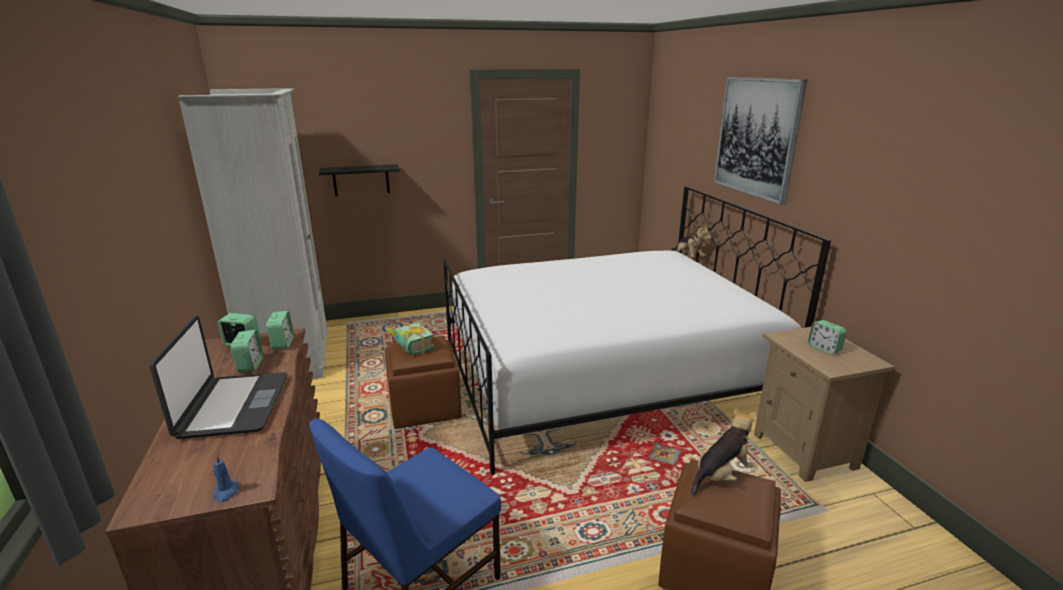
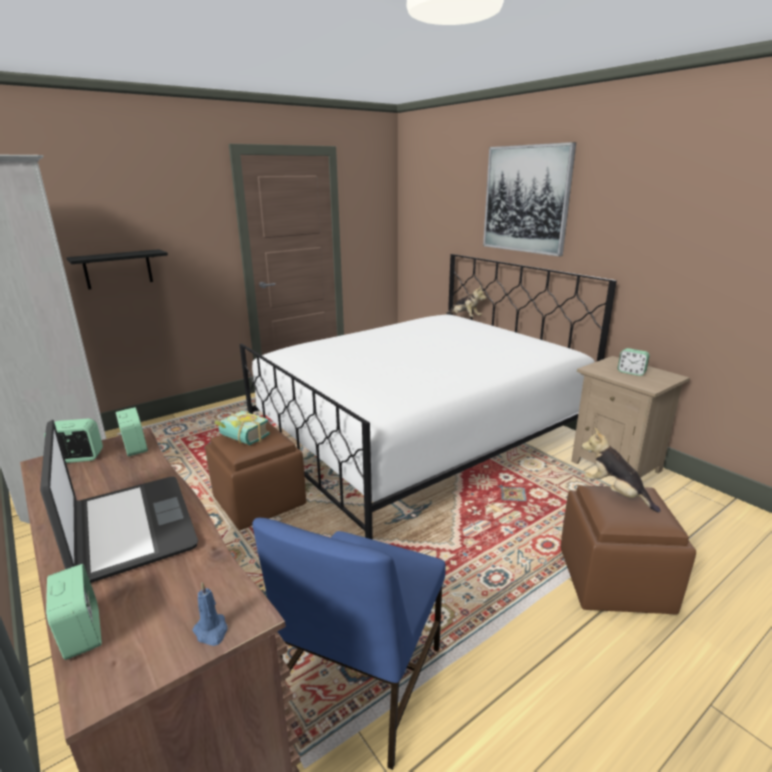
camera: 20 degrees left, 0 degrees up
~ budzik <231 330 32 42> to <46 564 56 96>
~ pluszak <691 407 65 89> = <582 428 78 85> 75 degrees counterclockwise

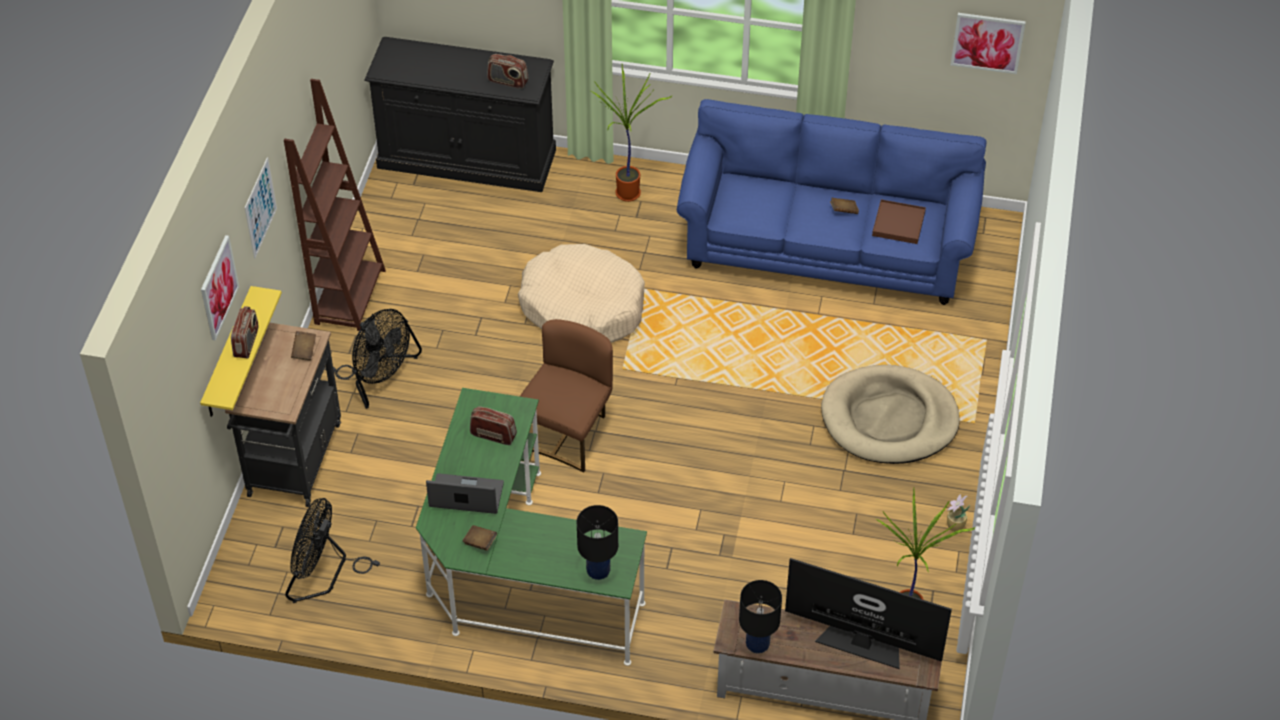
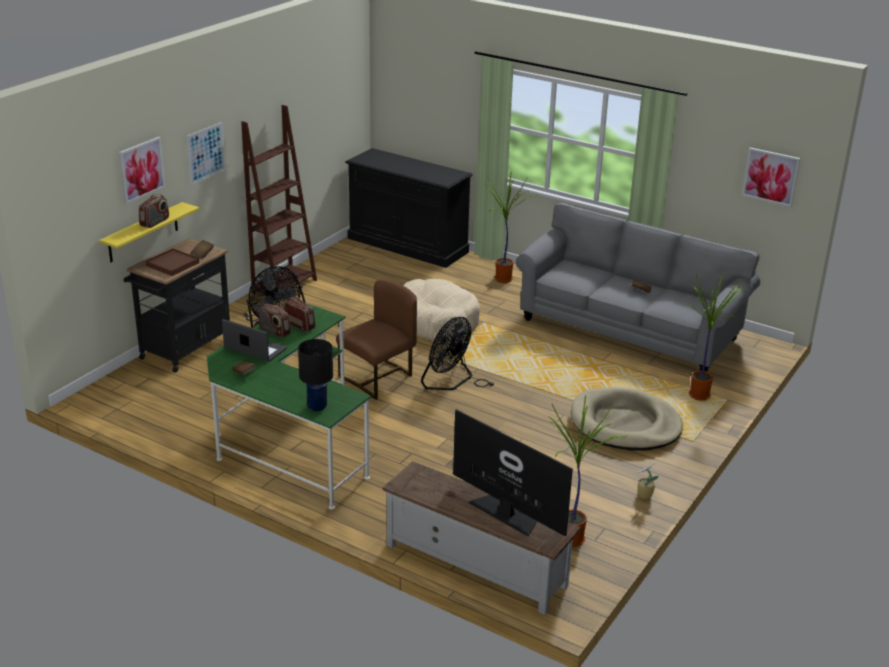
camera: 20 degrees right, 20 degrees down
- lampa stołowa (czarny) <739 580 43 73>
+ roślina doniczkowa <684 272 60 129>
~ wentylator (czarny) <285 498 96 105> to <421 317 73 73>
~ radio <487 54 41 35> to <259 303 32 35>
~ taca (brązowy) <872 199 54 45> to <145 249 54 27>
~ kanapa (niebieski) <677 99 310 206> to kanapa (szary) <516 202 244 170>

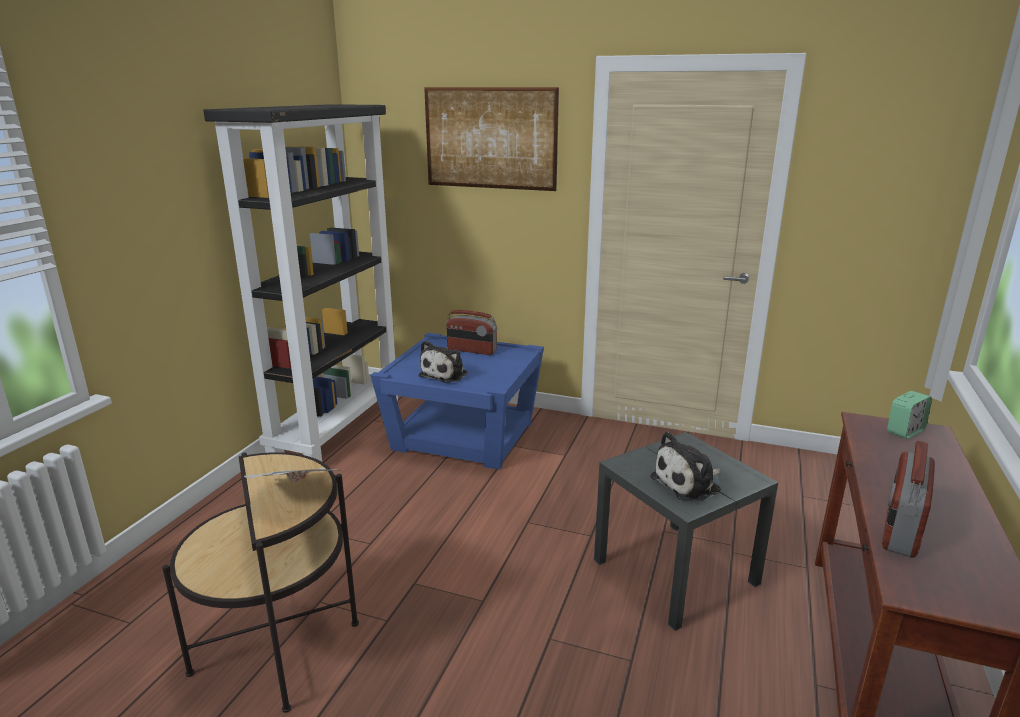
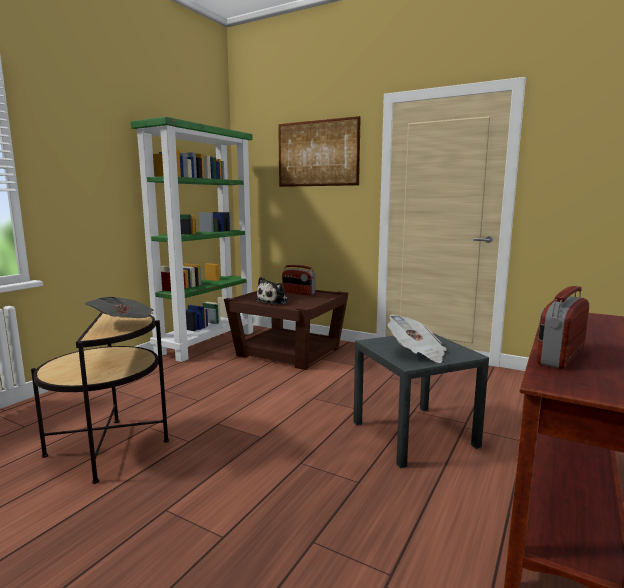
camera: 10 degrees right, 10 degrees down
- budzik <887 391 45 48>
~ pluszak <650 432 71 70> to gazeta <387 314 59 49>
~ regał (czarny) <203 104 195 358> to regał (zielony) <131 117 124 245>
~ stolik (niebieski) <370 333 174 137> to stolik (brązowy) <224 290 124 80>

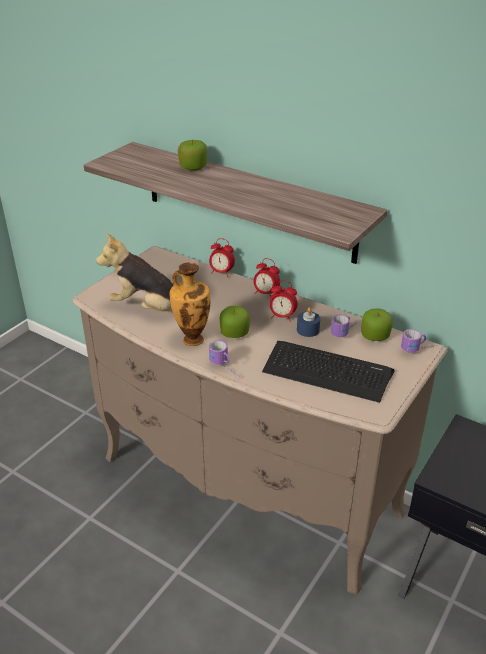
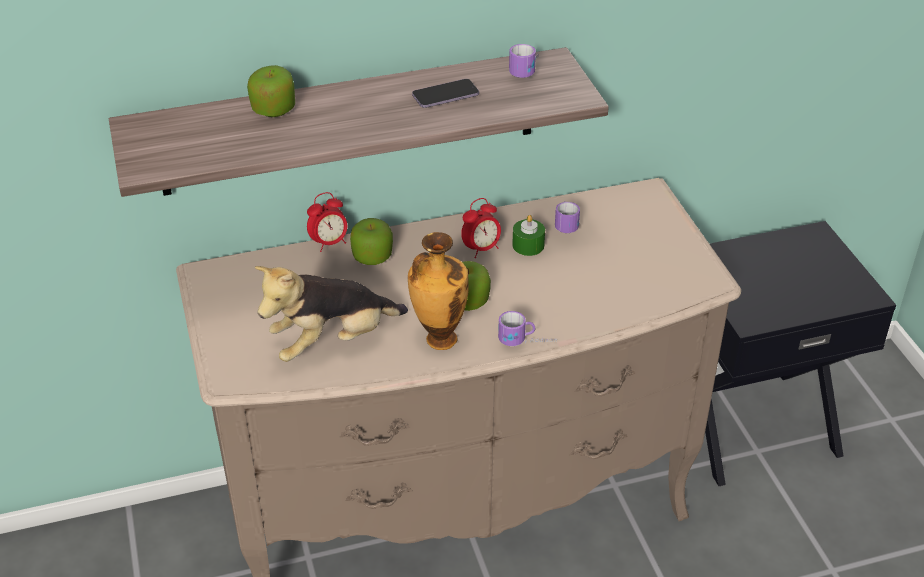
camera: 50 degrees left, 5 degrees up
- budzik <254 258 26 39>
- klawiatura <262 341 133 62>
+ telefon <412 79 67 29>
~ jabłko <361 309 32 32> to <350 218 43 47>
~ kubek <401 329 37 24> to <509 44 29 34>
~ świeca (niebieski) <297 307 23 30> to świeca (zielony) <512 215 33 41>

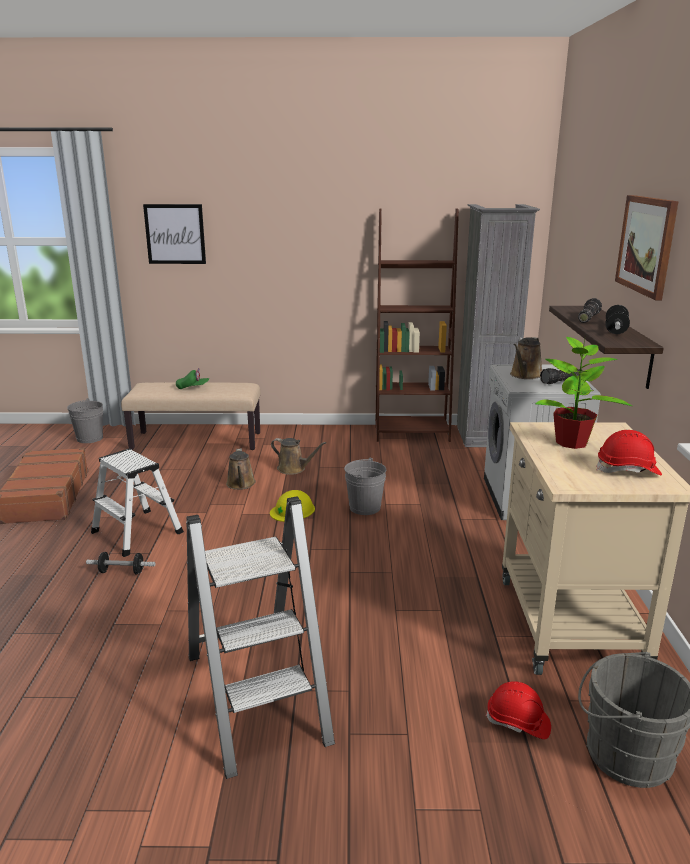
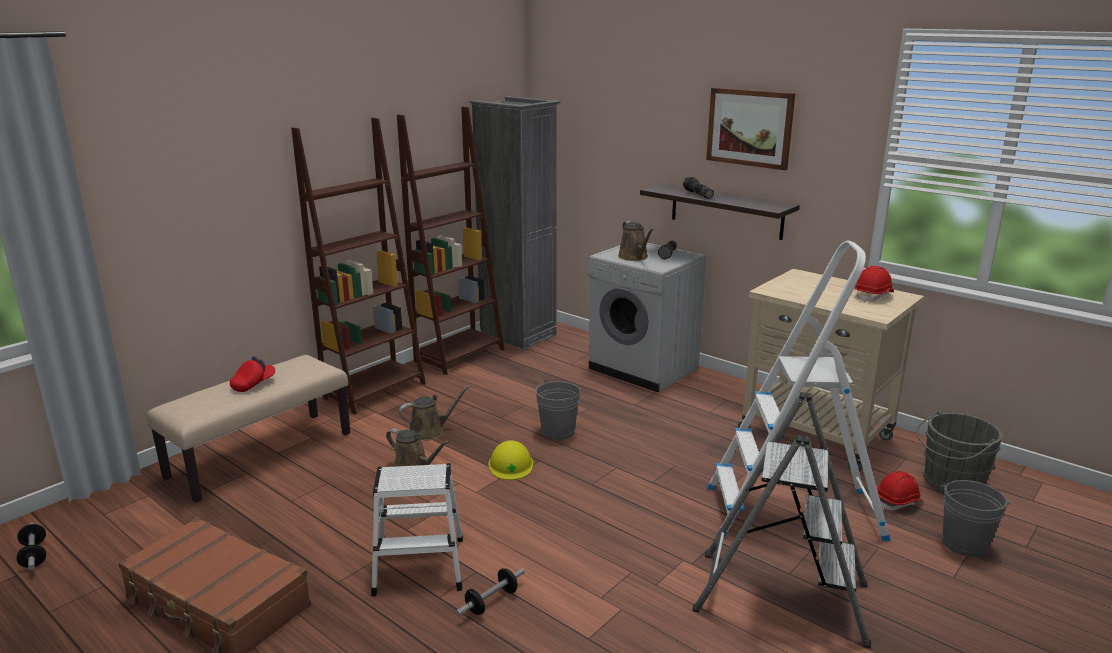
camera: 50 degrees left, 0 degrees up
- obraz <143 204 63 60>
- roślina doniczkowa <535 336 97 113>
+ regał (brązowy) <291 118 135 297>
+ drabinka (biały) <707 241 184 300>
~ wiadro (szary) <67 398 36 45> to <940 480 72 77>
~ hantel <606 305 24 29> to <17 523 29 47>
~ czapka z daszkiem (zielony) <176 368 33 21> to czapka z daszkiem (czerwony) <230 356 45 36>

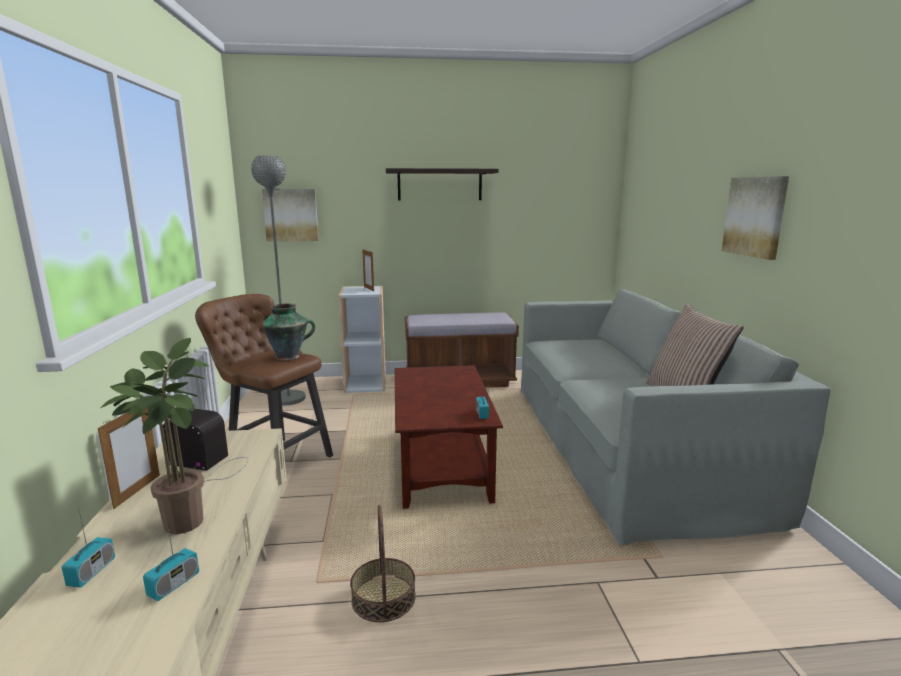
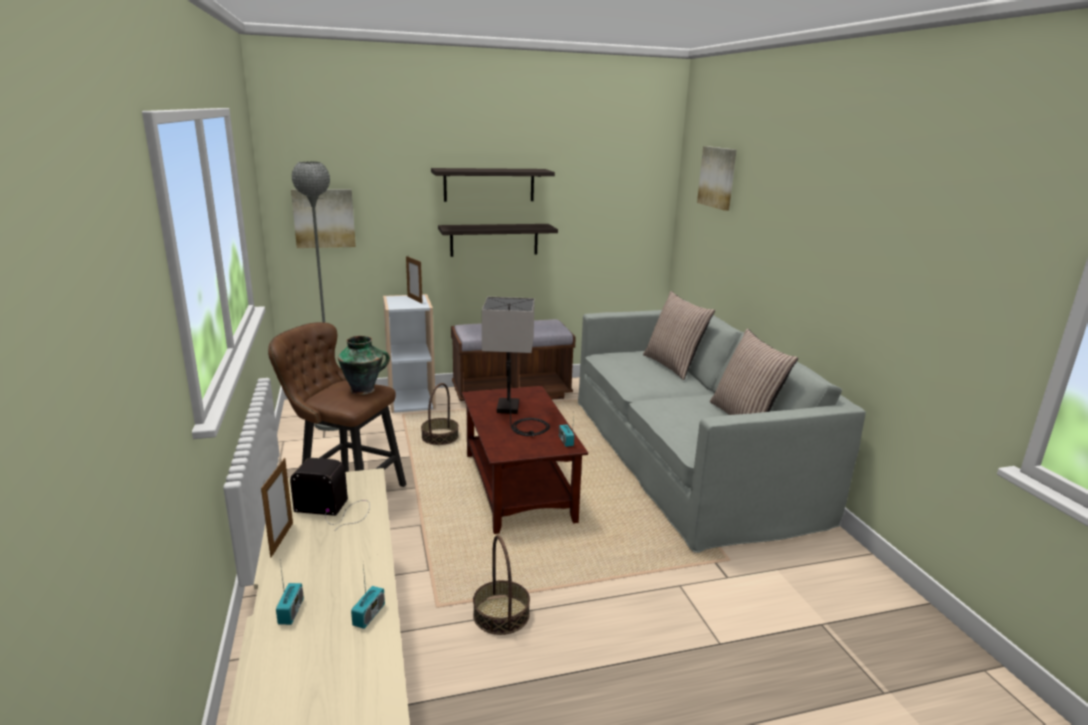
camera: 10 degrees left, 5 degrees up
- roślina doniczkowa <101 338 108 196>
+ koszyk <421 383 38 62>
+ półka <438 224 120 33>
+ lampa stołowa <482 297 68 140>
+ poduszka <643 291 72 89>
~ obraz <722 176 67 84> to <697 146 40 65>

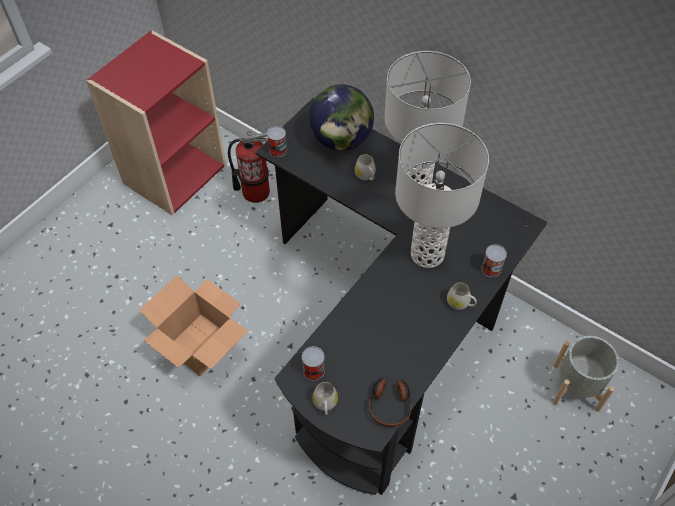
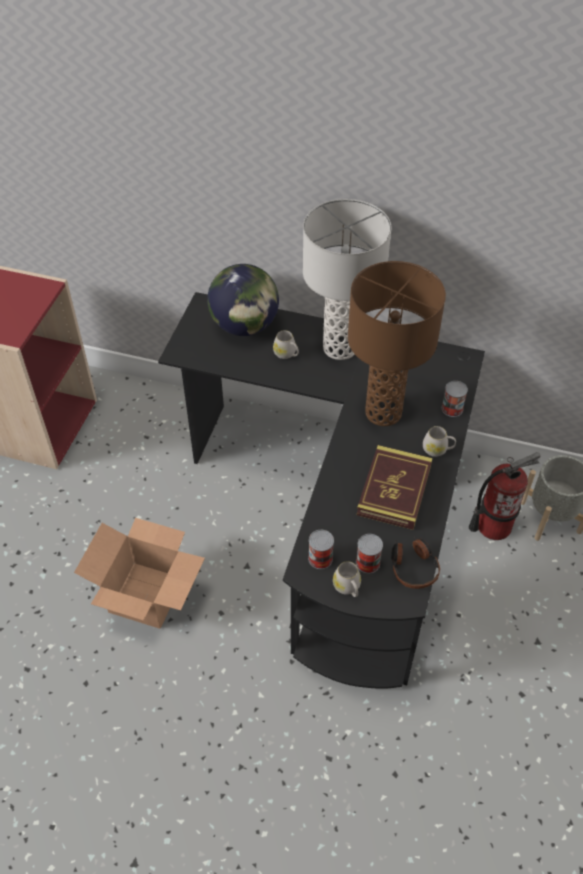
camera: 20 degrees left, 5 degrees down
+ książka <357 445 75 85>
~ gaśnica <228 131 42 72> to <469 452 71 88>
~ puszka <267 126 20 31> to <356 534 27 39>
~ lampa stołowa (biały) <395 123 94 145> to lampa stołowa (brązowy) <348 261 98 165>

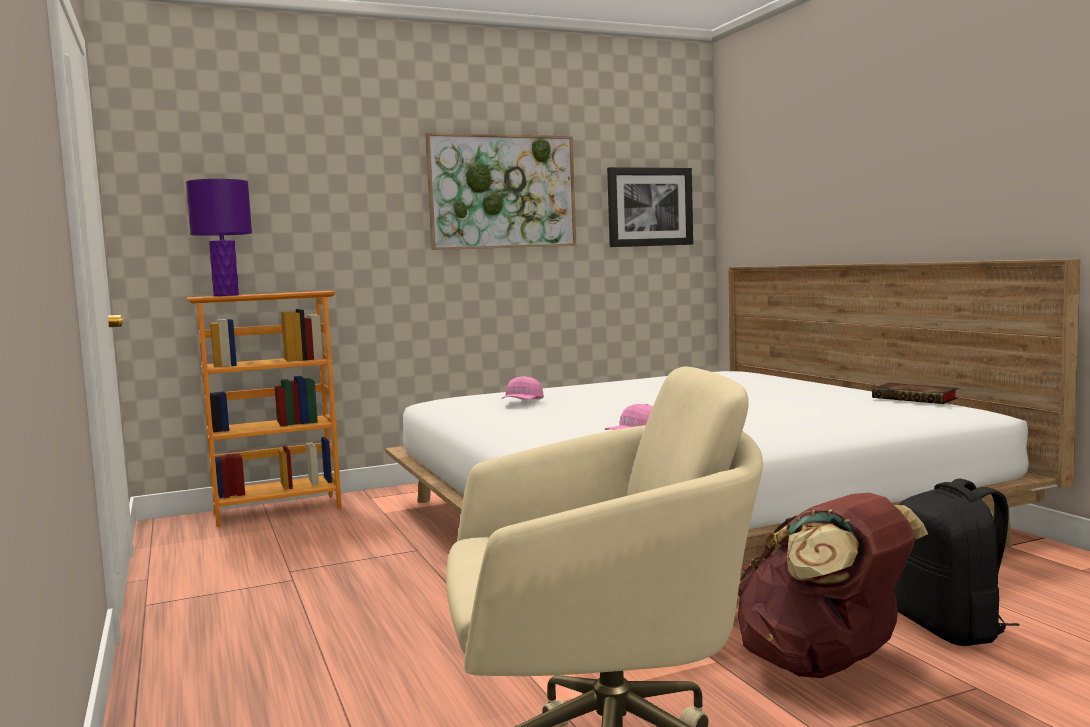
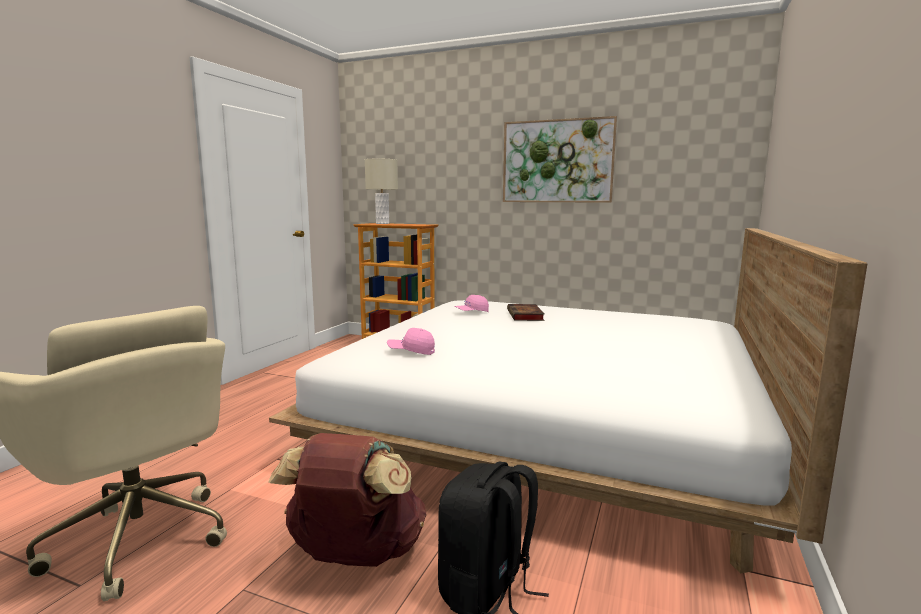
camera: 45 degrees right, 5 degrees up
- obraz <607 167 86 80>
~ książka <872 383 86 21> to <507 304 38 17>
~ lampa stołowa (fioletowy) <186 179 66 117> to lampa stołowa (beżowy) <365 159 33 65>

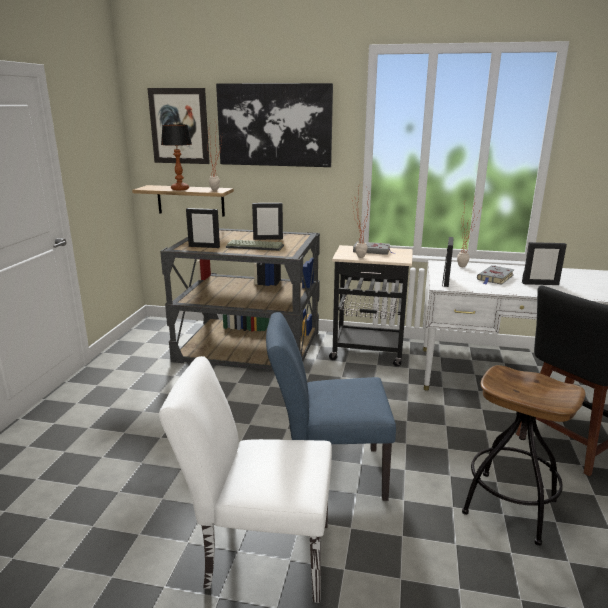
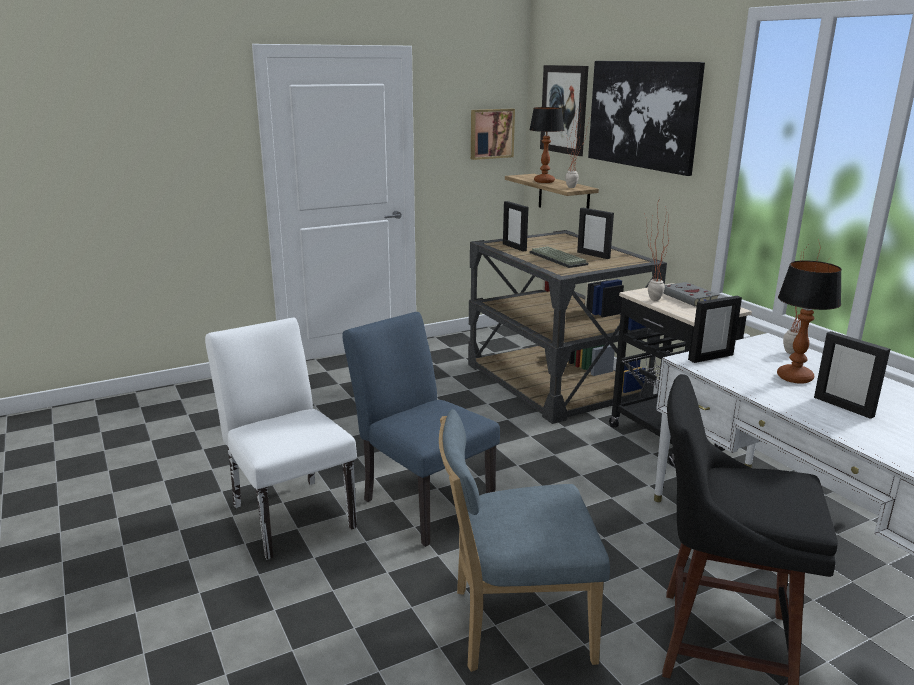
camera: 50 degrees right, 0 degrees up
+ obraz <471 109 44 51>
~ stołek (brązowy) <462 365 123 181> to krzesło (niebieski) <439 409 171 263>
~ książka (szary) <477 265 38 20> to lampa stołowa <777 260 65 124>

